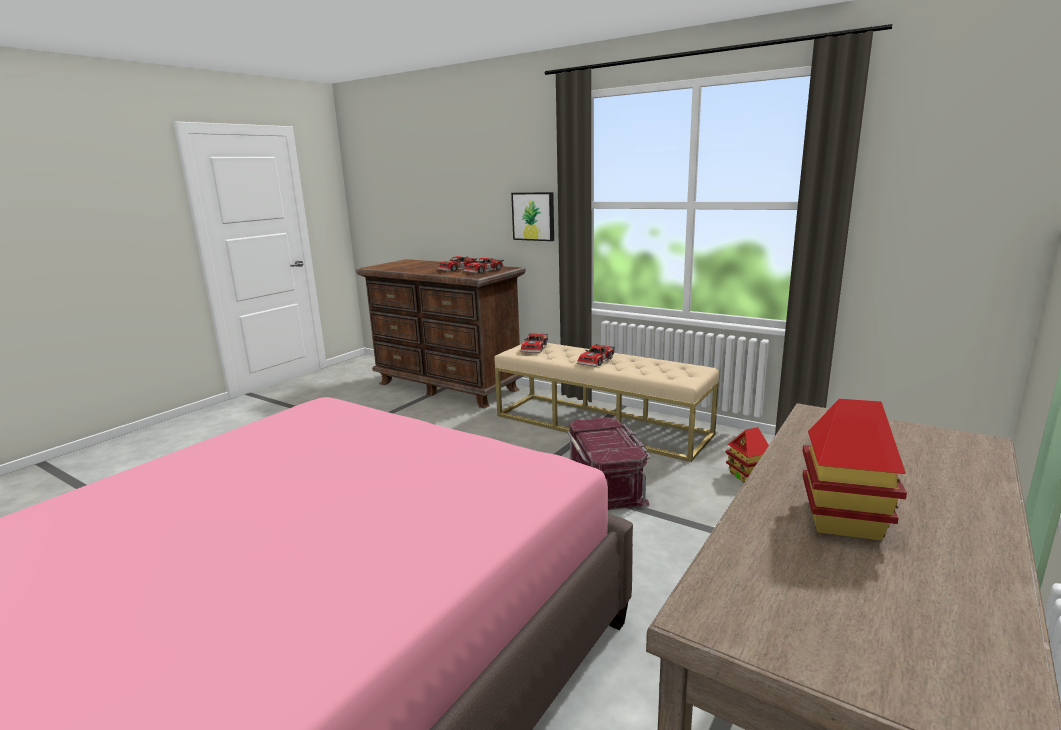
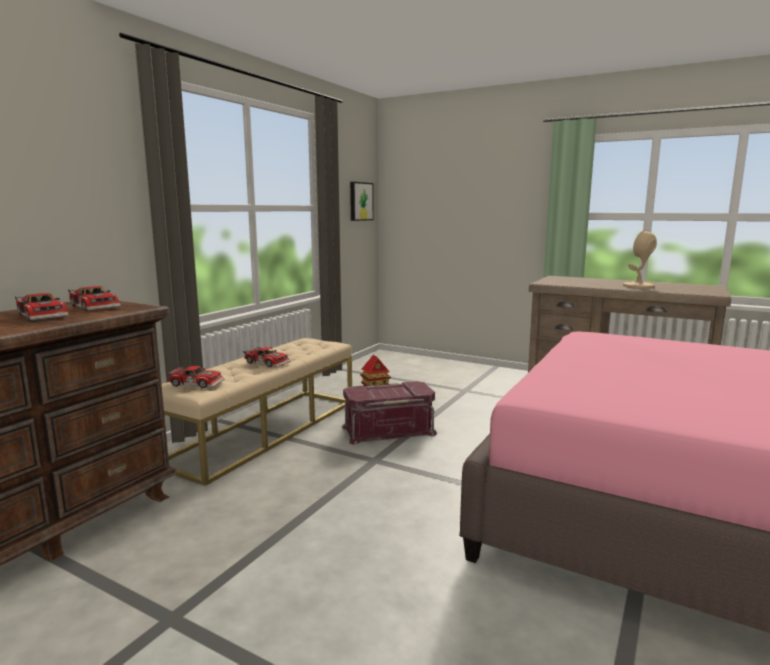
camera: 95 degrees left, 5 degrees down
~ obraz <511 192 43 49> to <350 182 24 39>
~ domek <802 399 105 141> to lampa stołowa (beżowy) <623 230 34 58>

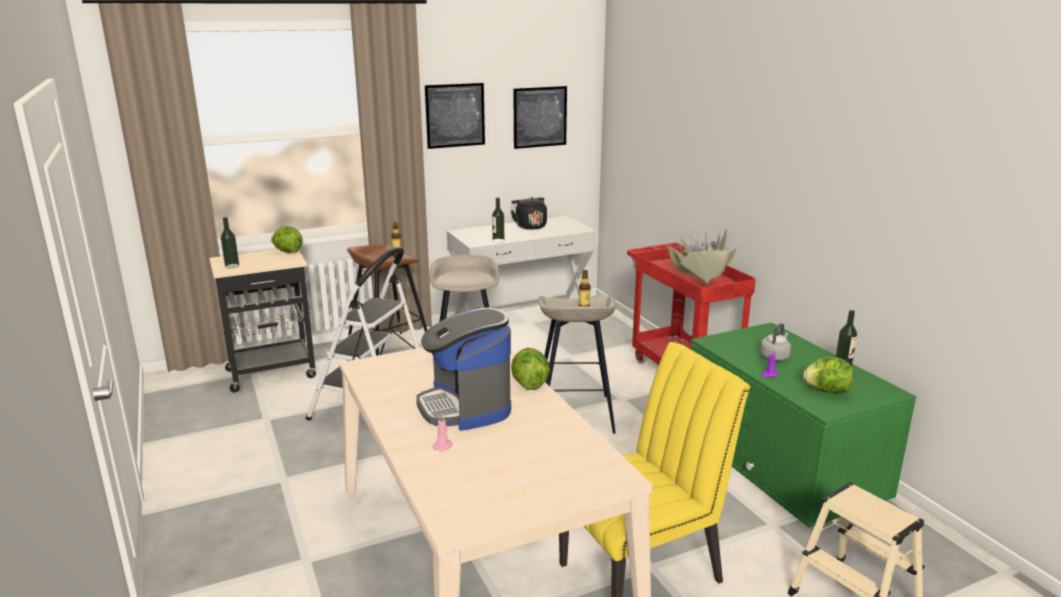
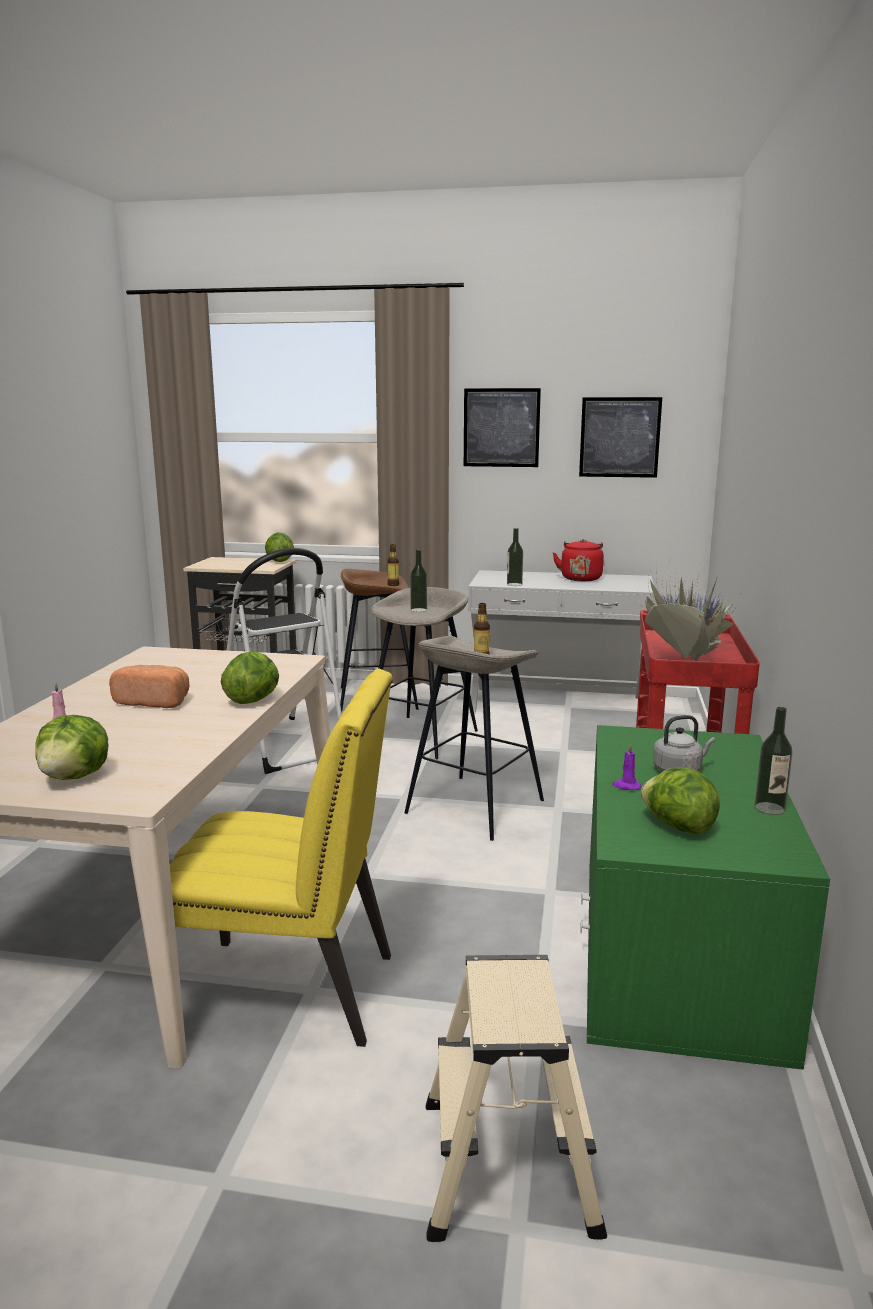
camera: 35 degrees right, 5 degrees down
+ sałata <35 715 74 65>
~ butelka <221 217 18 51> to <410 550 17 62>
~ ekspres do kawy <416 307 95 124> to chleb <109 665 80 43>
~ czajnik (czarny) <511 197 36 33> to czajnik (czerwony) <553 539 51 42>

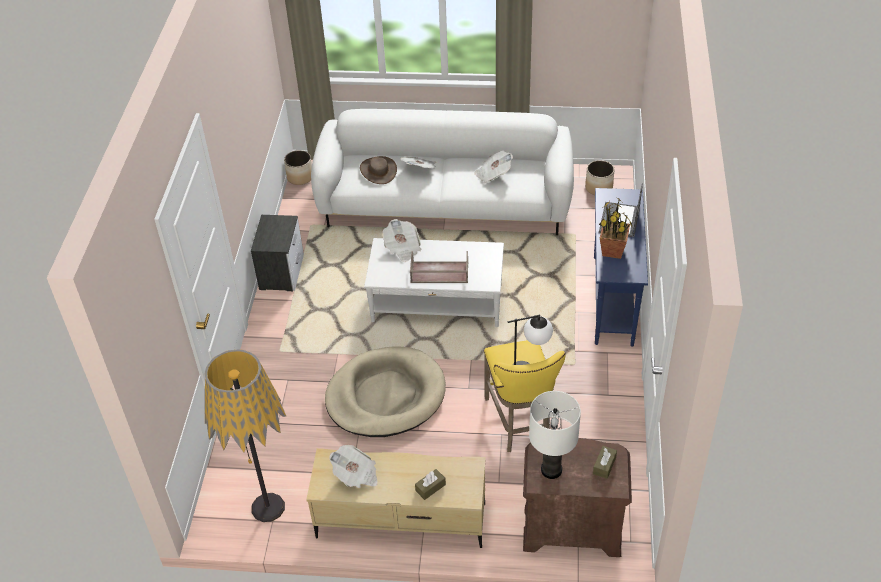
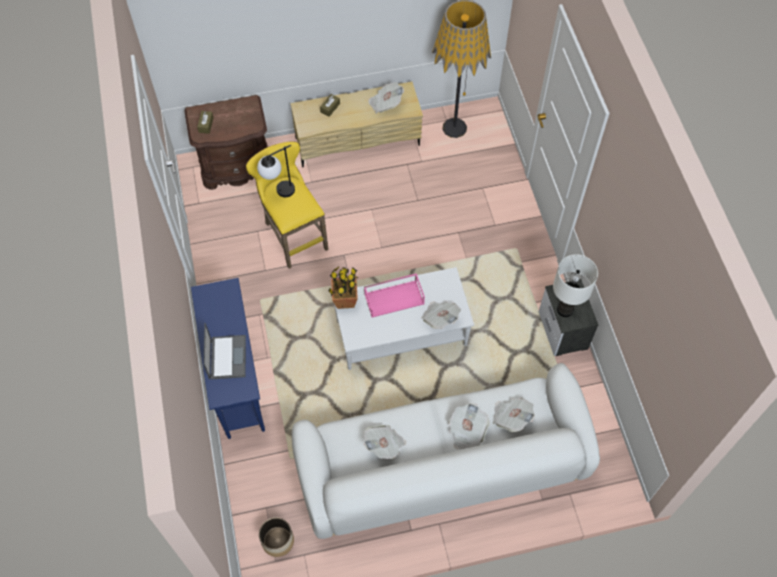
camera: 160 degrees right, 15 degrees up
- donica <284 150 28 35>
- legowisko (beżowy) <325 346 121 91>
~ lampa stołowa (biały) <529 391 52 88> to <553 254 45 63>
~ roślina doniczkowa <599 198 34 61> to <329 267 30 42>
~ kapelusz (brązowy) <360 156 37 28> to gazeta <493 398 42 34>
~ taca (brązowy) <410 251 58 32> to taca (różowy) <364 273 61 44>

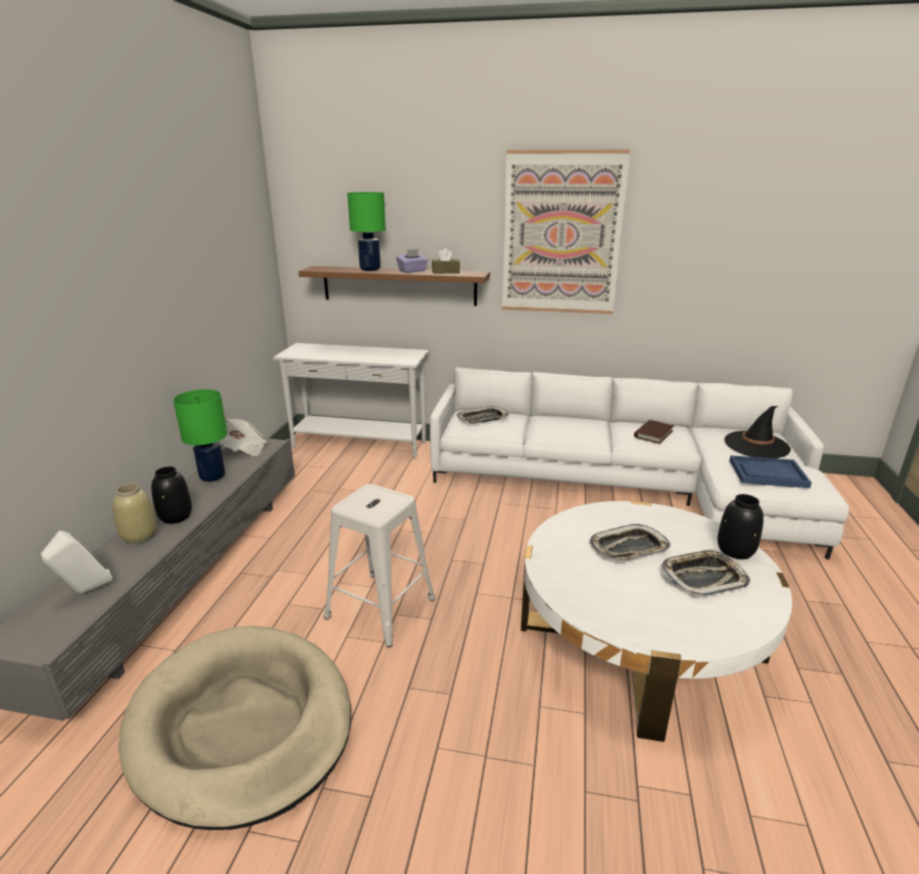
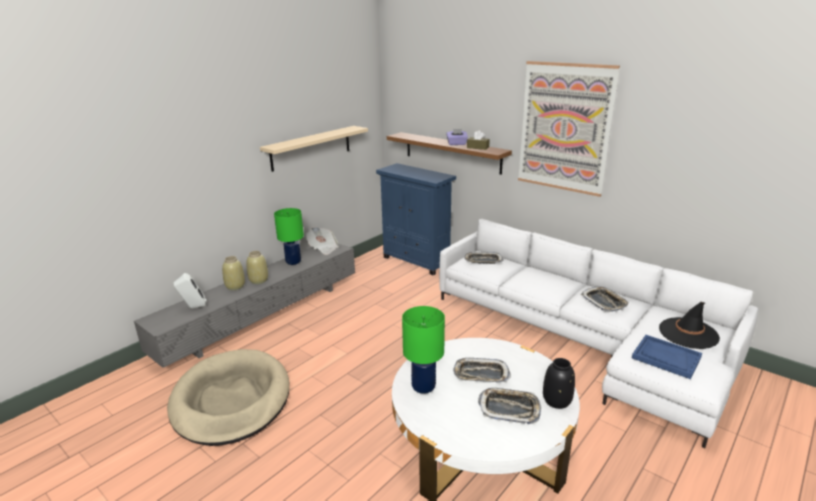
camera: 30 degrees right, 0 degrees up
- stołek (biały) <324 484 111 163>
+ półka (beżowy) <260 126 108 46>
~ lampa stołowa (zielony) <347 192 39 79> to <402 306 43 88>
~ stolik konsolowy (biały) <273 343 156 116> to szafka (niebieski) <376 163 80 113>
~ książka (brązowy) <634 420 40 24> to taca <581 287 48 25>
~ wazon (czarny) <151 466 41 58> to wazon (beżowy) <246 251 22 33>

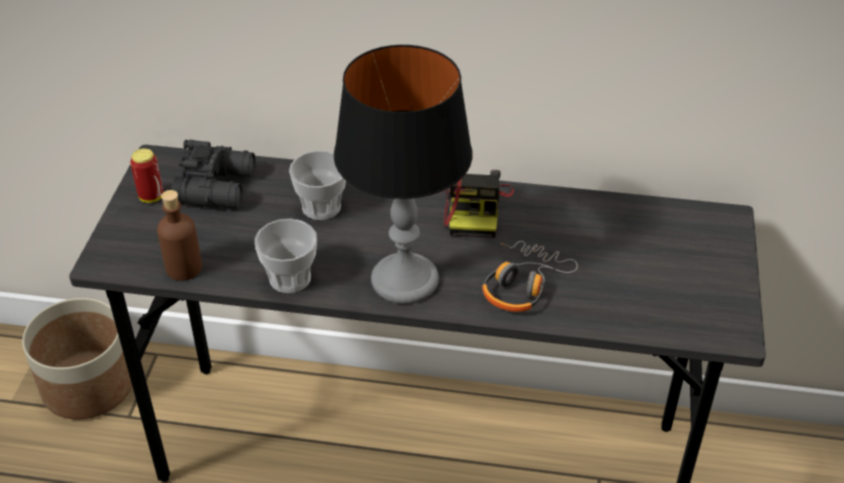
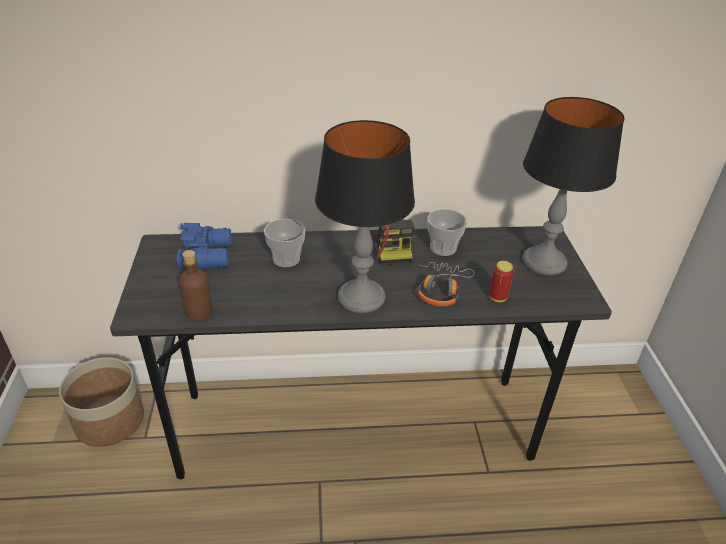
camera: 15 degrees left, 5 degrees down
+ lampa stołowa <522 97 103 178>
~ puszka <130 149 33 54> to <489 261 25 41>
~ filiżanka <255 219 62 74> to <427 209 40 47>
~ lornetka (czarny) <171 140 84 69> to lornetka (niebieski) <177 223 54 46>

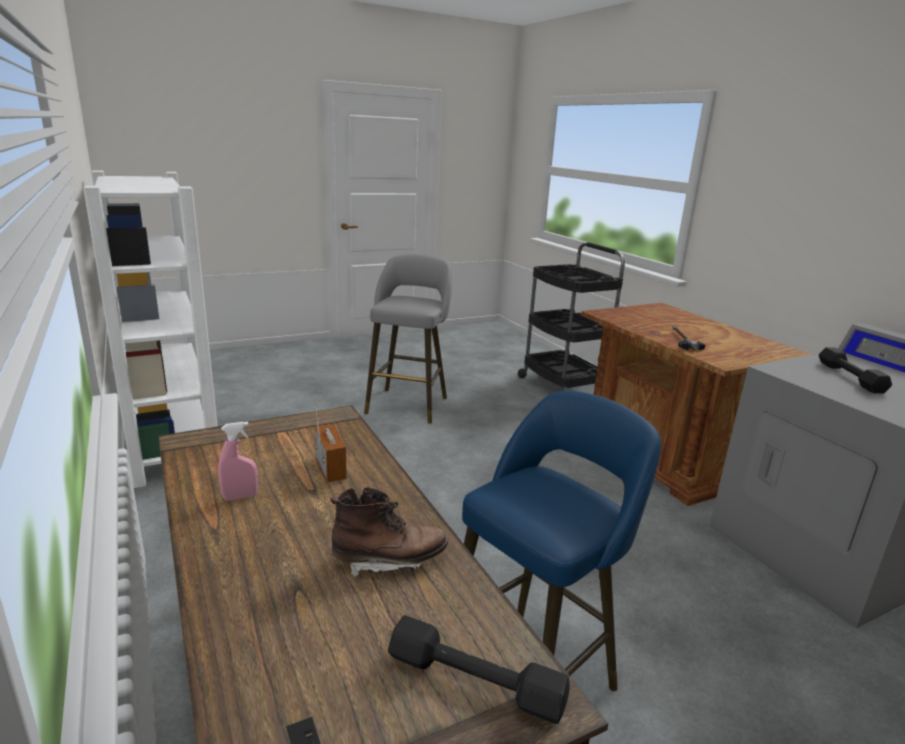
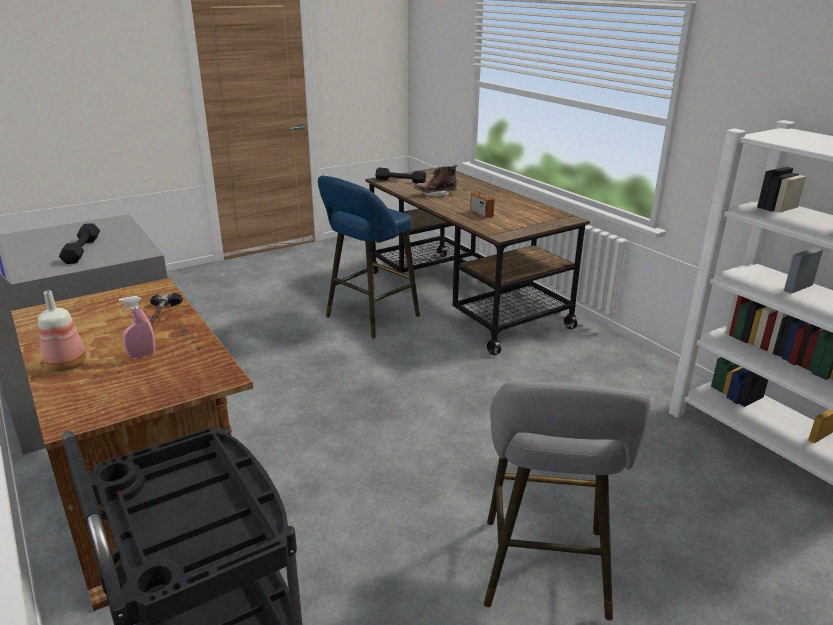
camera: 175 degrees right, 5 degrees up
+ butelka <38 291 48 80>
~ spryskiwacz (różowy) <218 422 40 79> to <119 296 36 62>

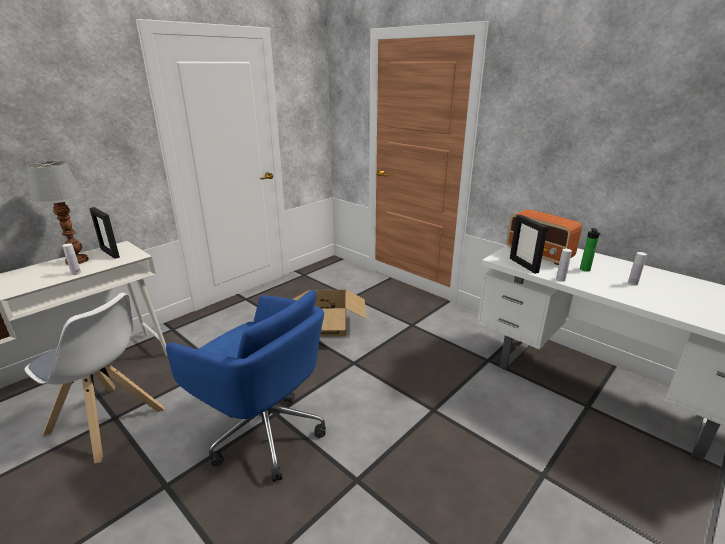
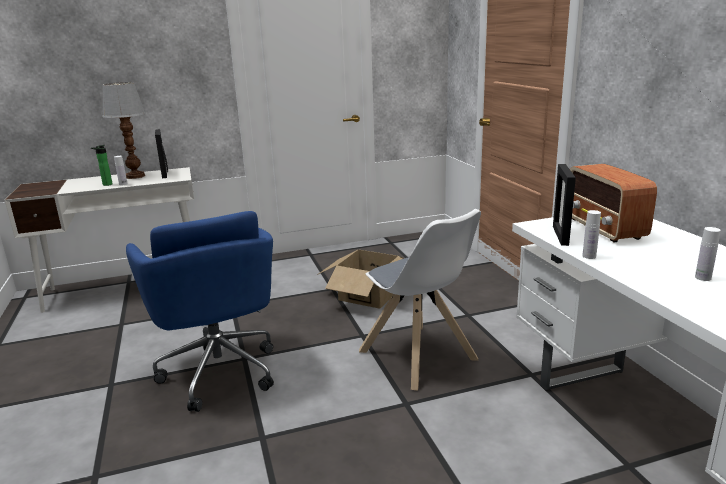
camera: 30 degrees right, 5 degrees down
~ krzesło <24 293 141 170> to <359 209 122 182>
~ butelka <580 228 20 43> to <91 145 22 41>

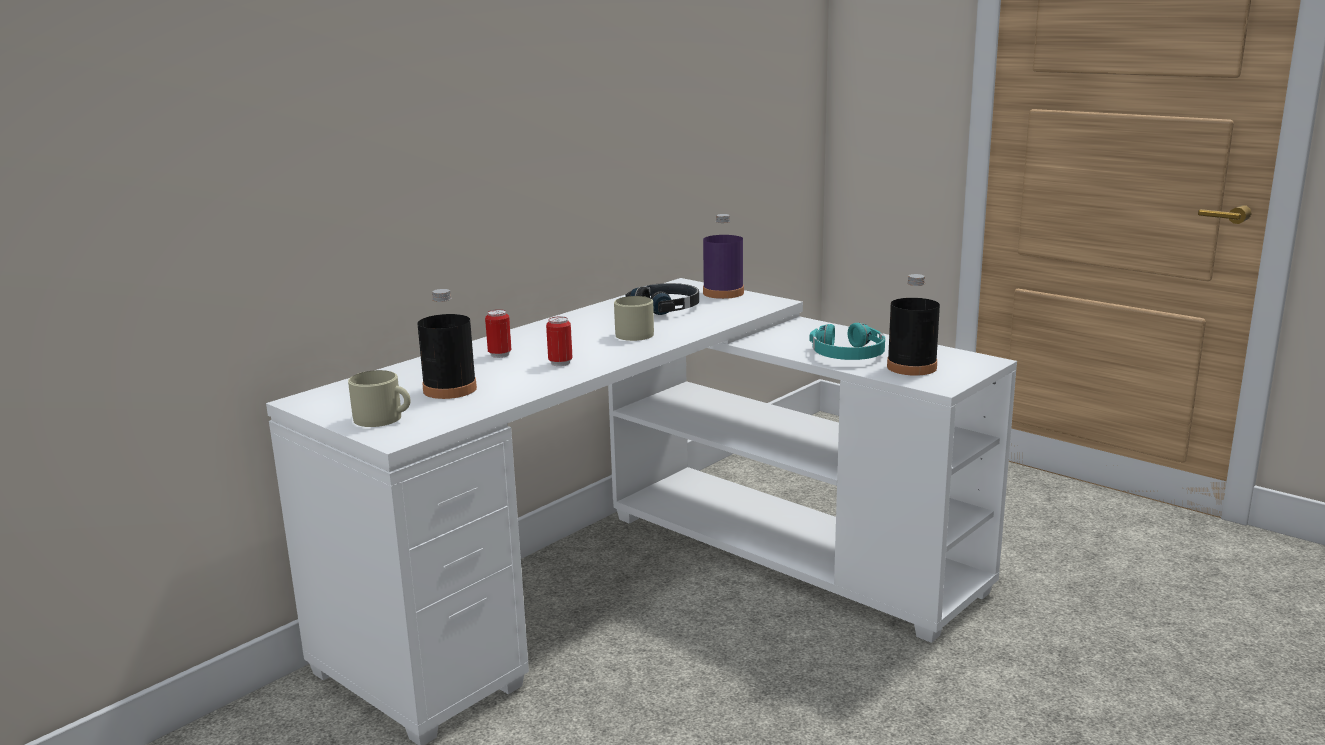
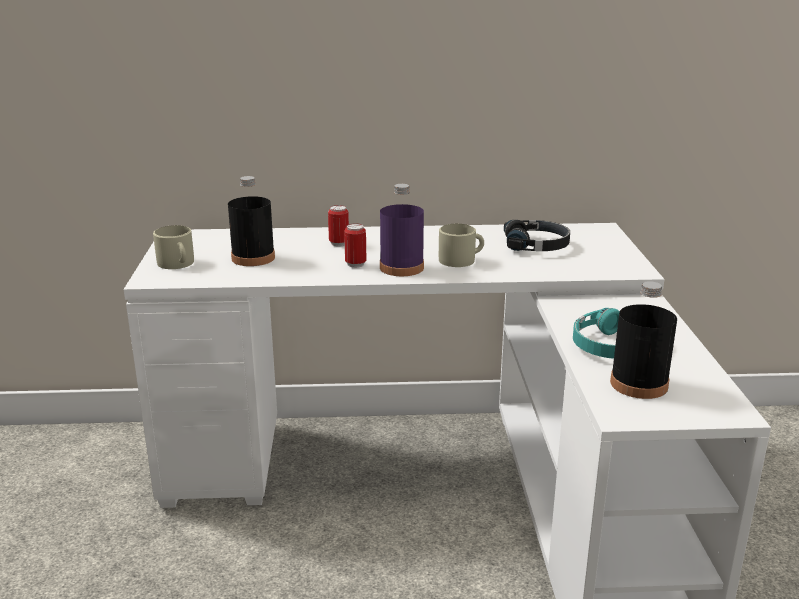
camera: 45 degrees right, 5 degrees up
~ butelka (fioletowy) <703 214 41 85> to <380 184 44 92>

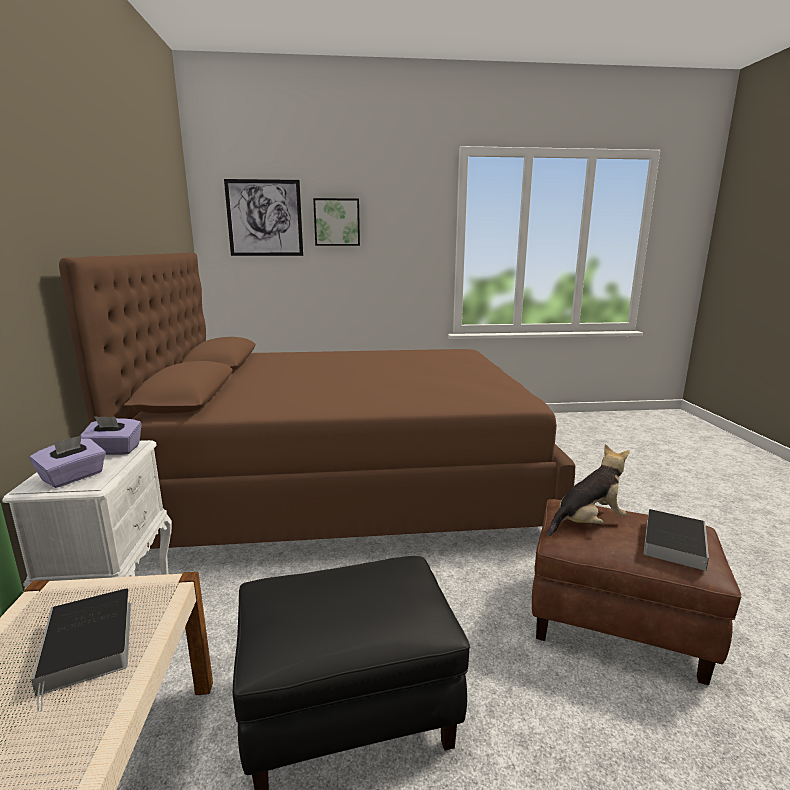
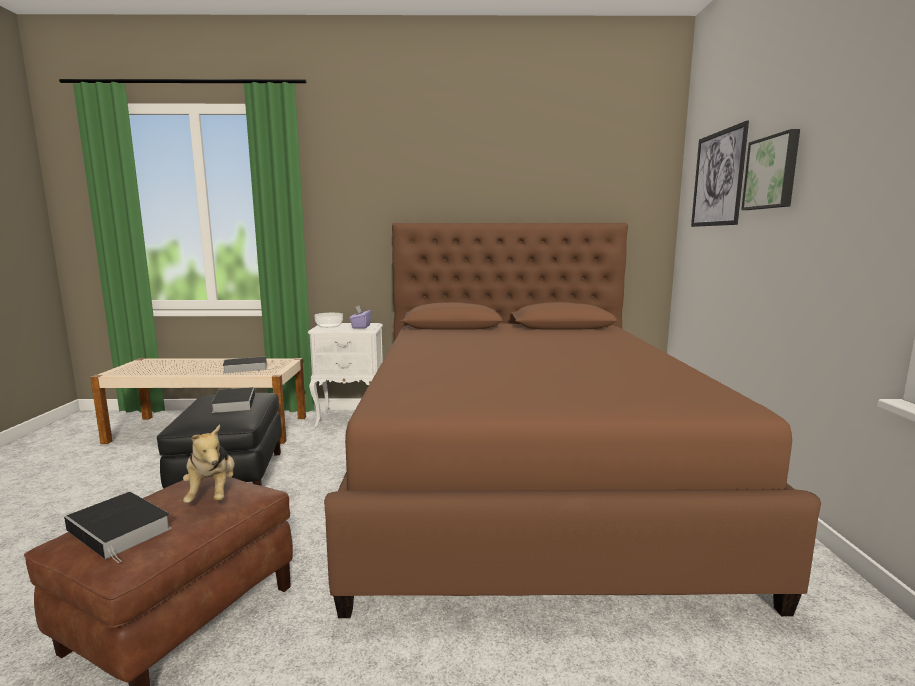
camera: 95 degrees right, 5 degrees down
+ książka <211 387 44 26>
~ pudełko chusteczek (fioletowy) <30 435 76 53> to miska <314 313 29 15>

